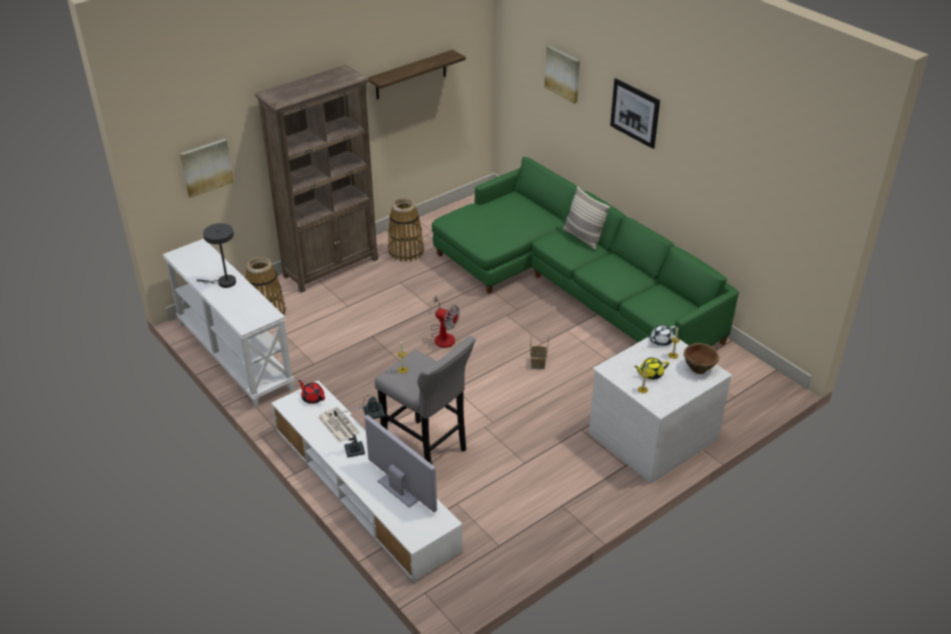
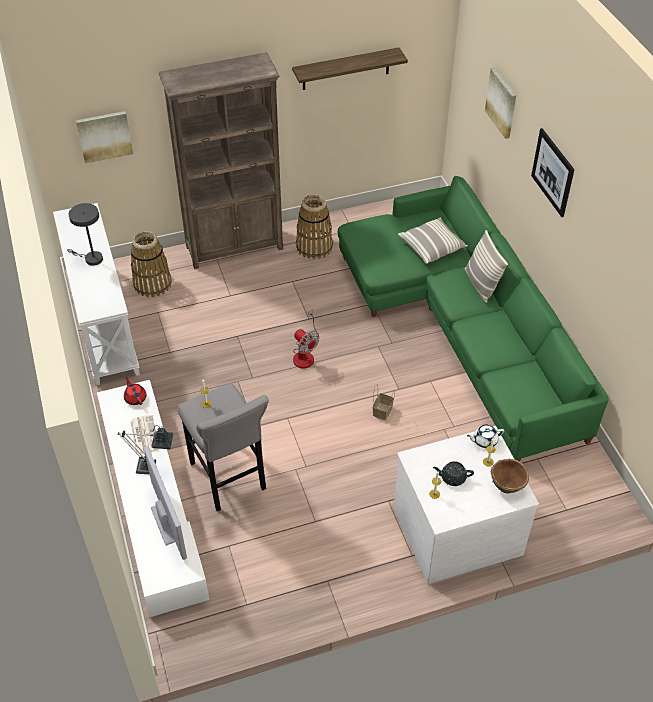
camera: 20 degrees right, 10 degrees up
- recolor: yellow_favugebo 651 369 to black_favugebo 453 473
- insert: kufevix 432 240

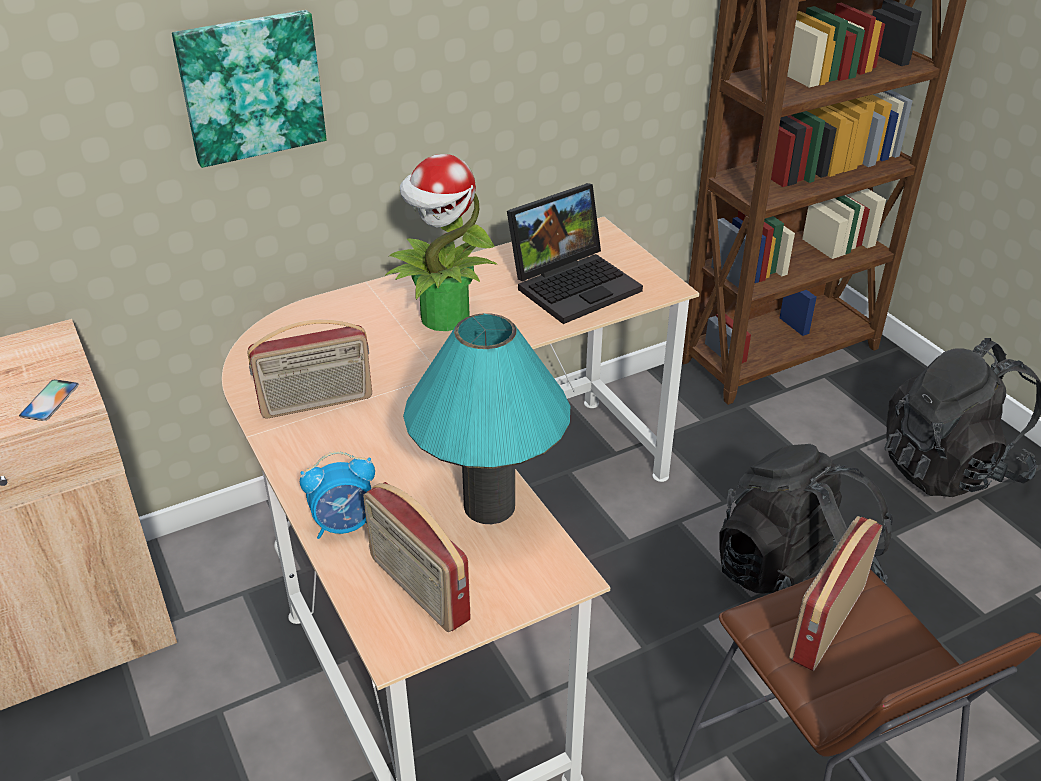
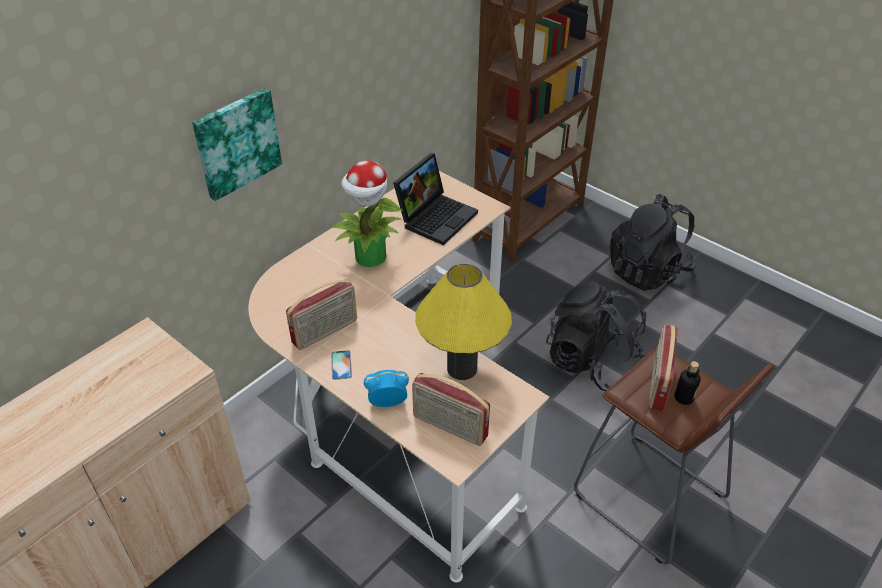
camera: 20 degrees left, 5 degrees up
- move: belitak 49 400 to 341 365
- rotate: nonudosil 337 495 = 386 388 150 degrees counterclockwise
- recolor: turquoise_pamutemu 486 418 to yellow_pamutemu 463 322
- insert: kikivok 688 383

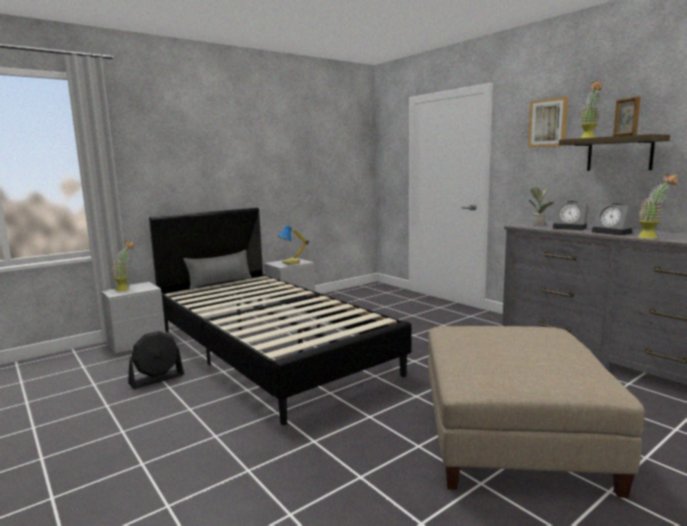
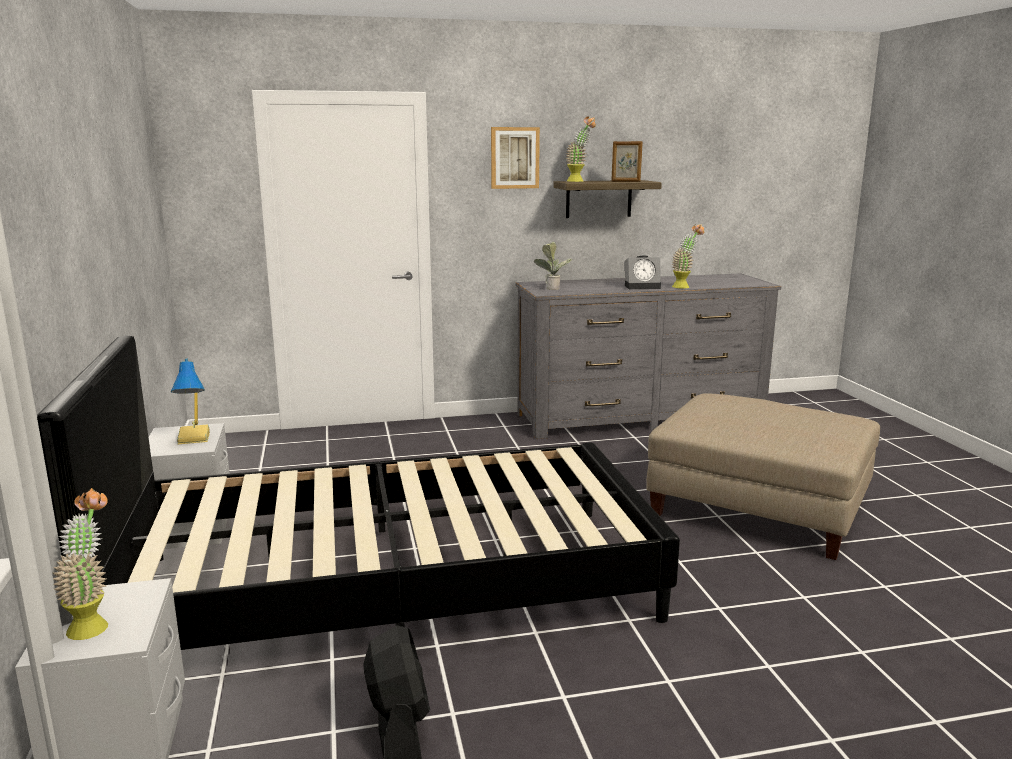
camera: 65 degrees left, 5 degrees up
- delete: grey_kufevix 217 270
- delete: nonudosil 571 215

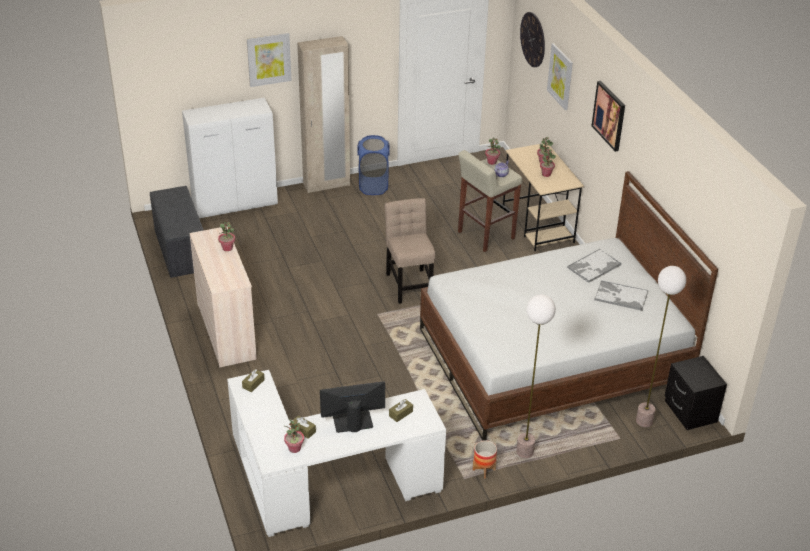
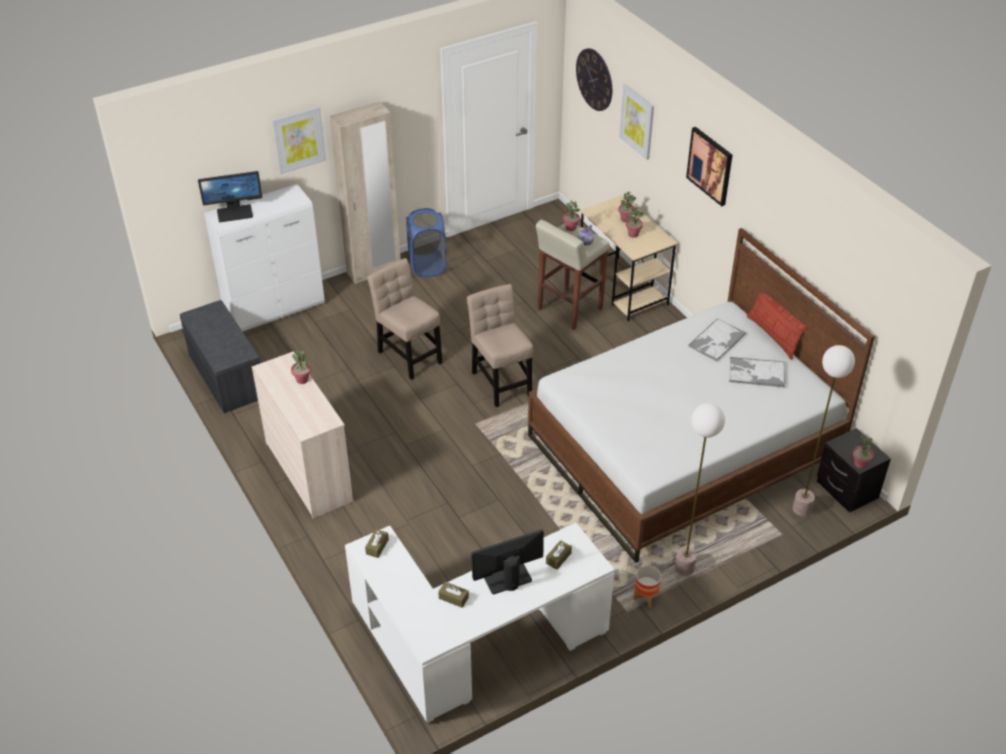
camera: 10 degrees left, 5 degrees up
- move: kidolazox 294 435 to 863 452
- insert: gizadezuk 230 196
- insert: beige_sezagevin 404 319
- insert: kufevix 777 326

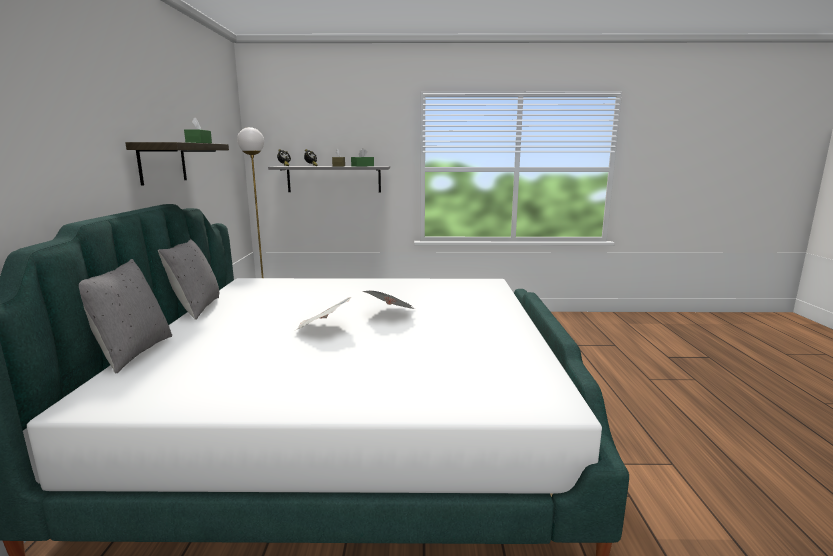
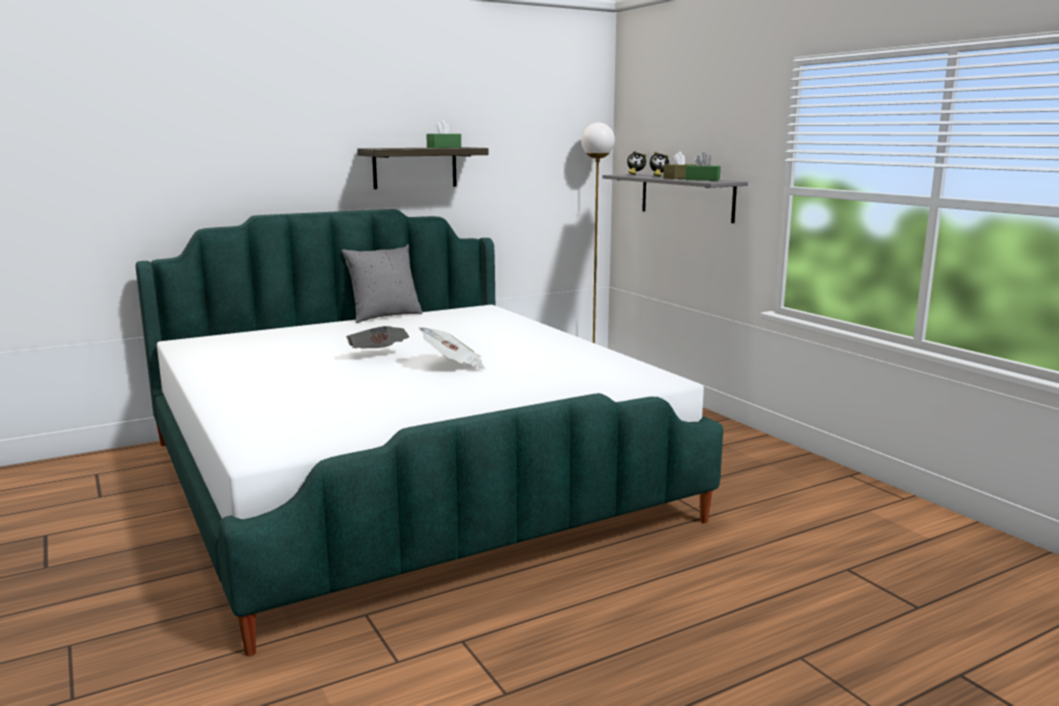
camera: 60 degrees right, 0 degrees up
- delete: grey_kufevix 125 316

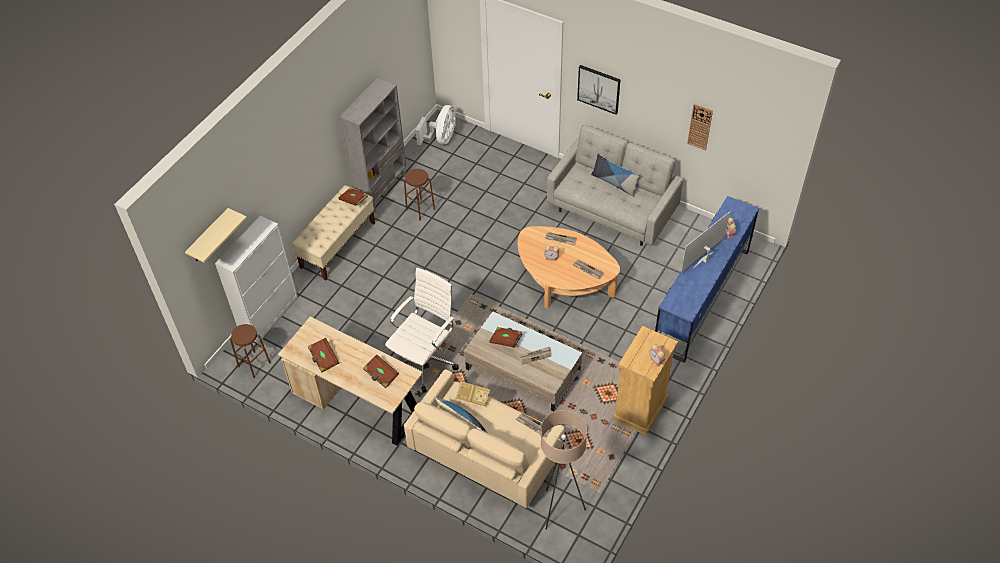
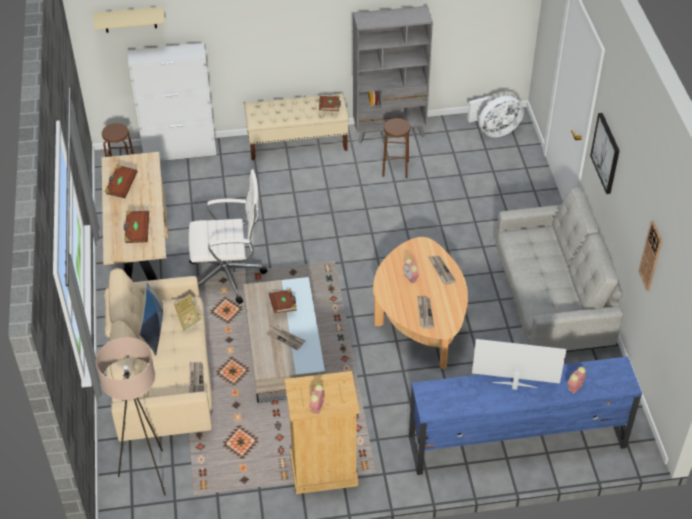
camera: 50 degrees right, 5 degrees down
- delete: kufevix 616 175

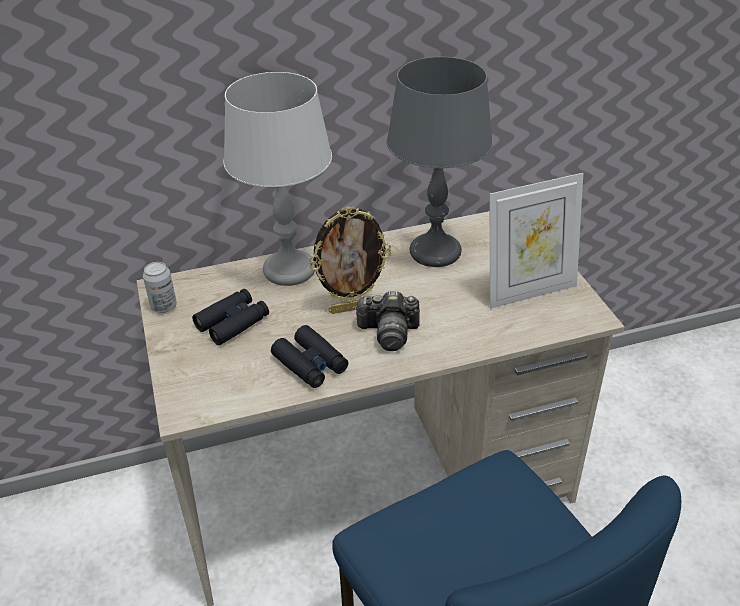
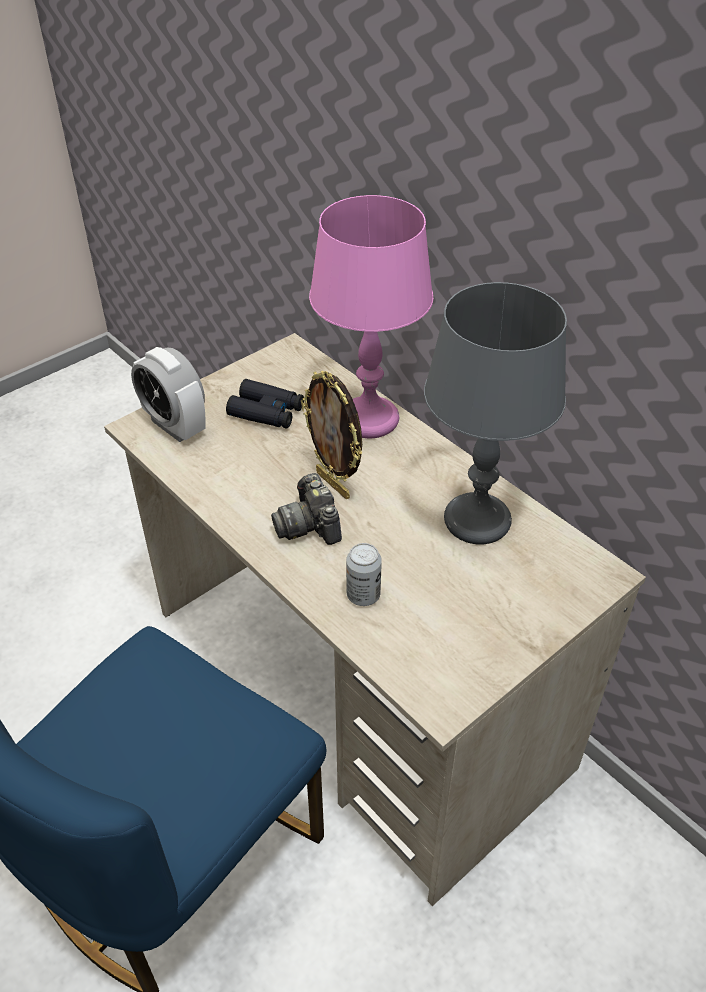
camera: 65 degrees right, 5 degrees up
- move: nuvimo 160 287 to 364 574
- recolor: grey_pamutemu 277 179 to pink_pamutemu 371 316
- delete: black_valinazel 309 356
- delete: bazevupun 536 241
- insert: nonudosil 168 394

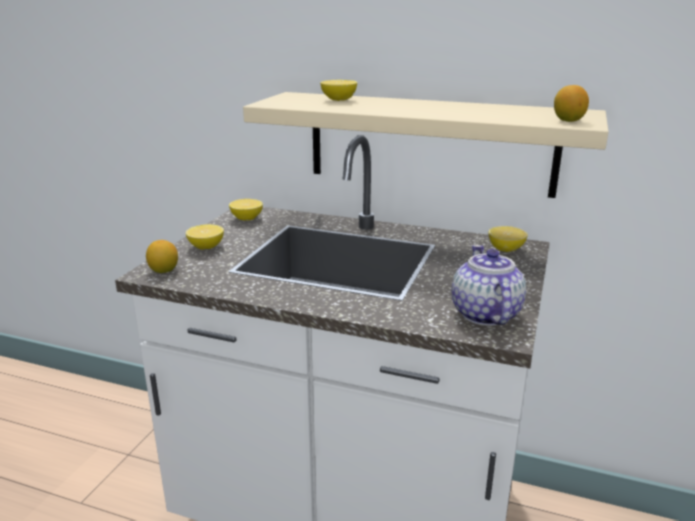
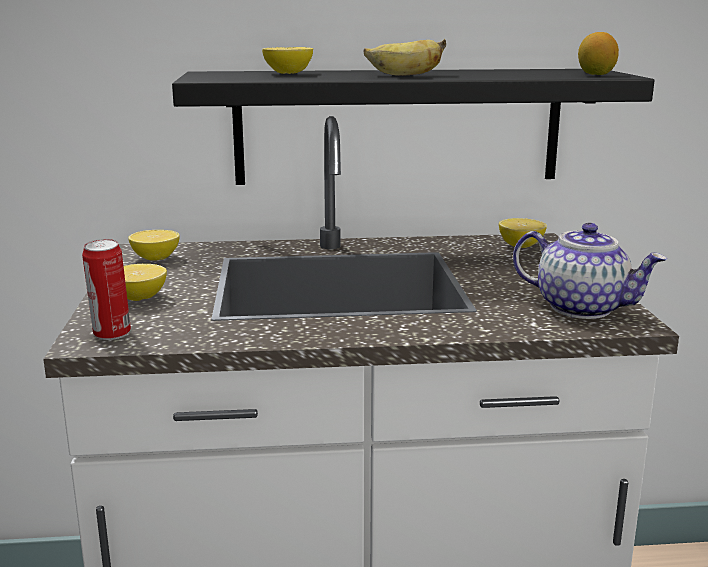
camera: 25 degrees left, 5 degrees down
- replace: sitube 162 256 to nuvimo 106 289
- recolor: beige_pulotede 425 145 to black_pulotede 413 127
- rotate: favugebo 489 285 = 590 271 150 degrees clockwise
- insert: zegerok 405 57

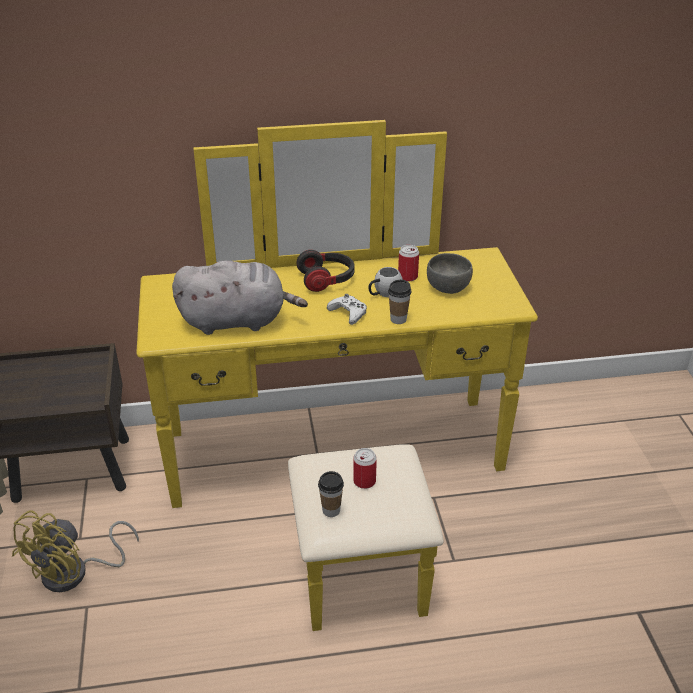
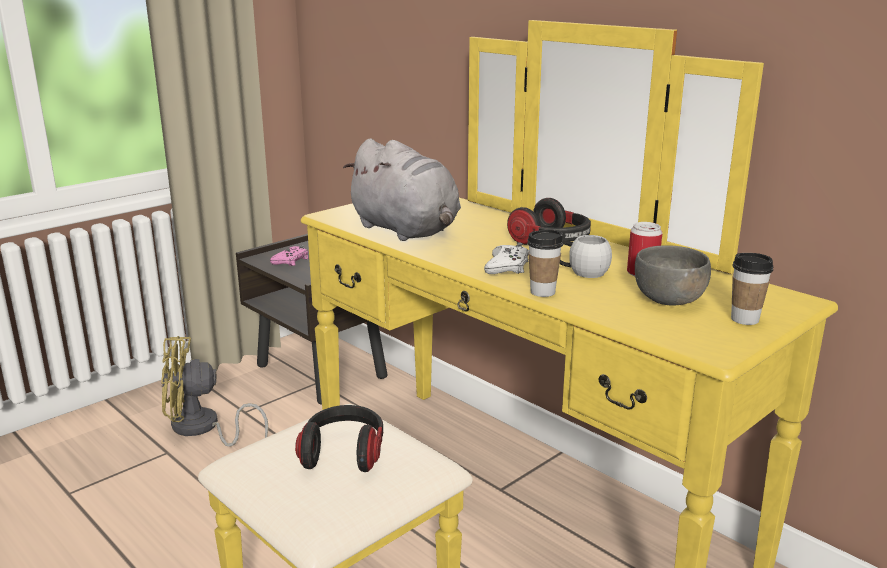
camera: 55 degrees right, 15 degrees down
- move: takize 331 494 to 752 289
- replace: nuvimo 365 468 to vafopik 339 438
- insert: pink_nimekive 289 255

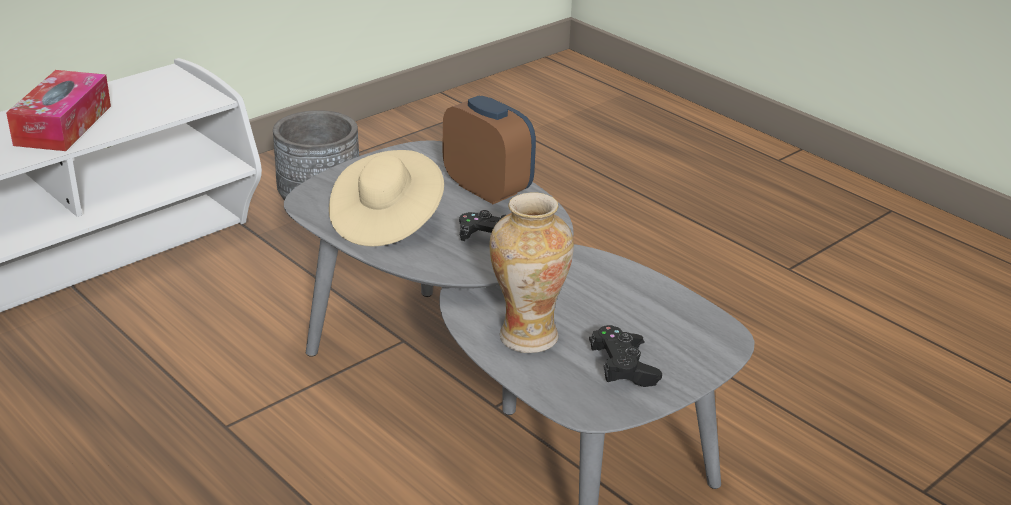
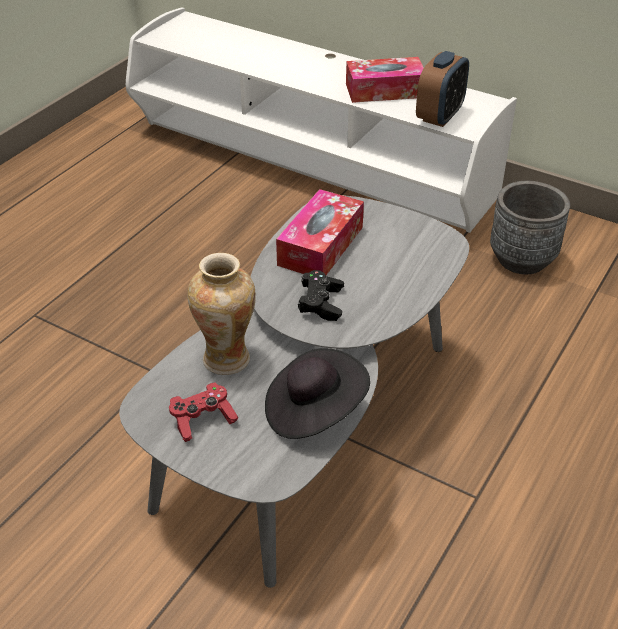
camera: 75 degrees right, 10 degrees up
- replace: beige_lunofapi 386 198 to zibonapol 320 232
- move: nonudosil 489 150 to 442 89
- recolor: black_nimekive 625 356 to red_nimekive 203 412
- insert: black_lunofapi 317 393

